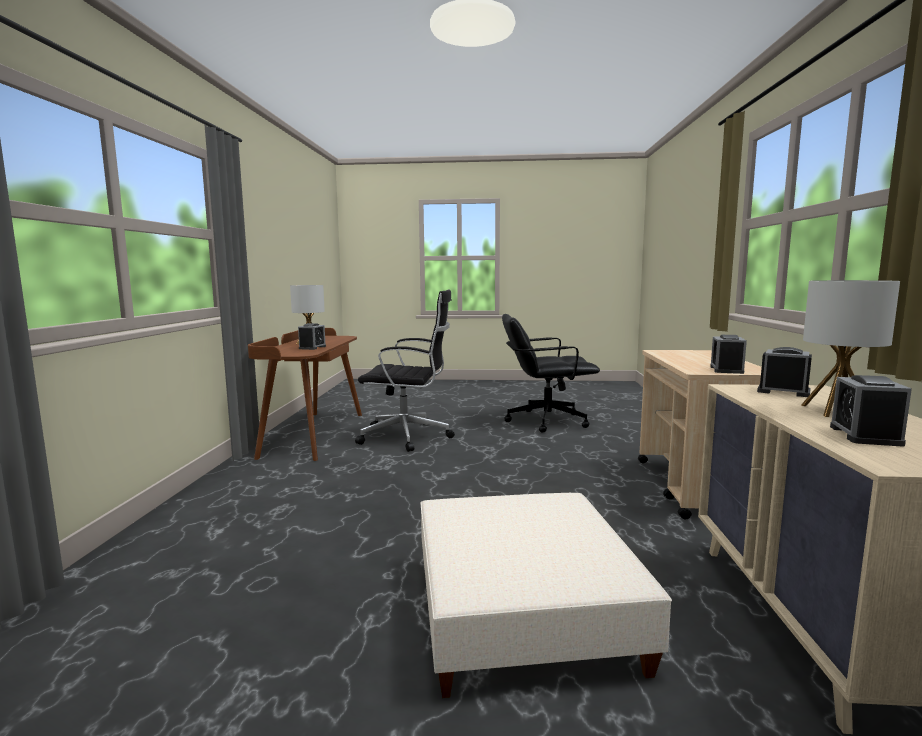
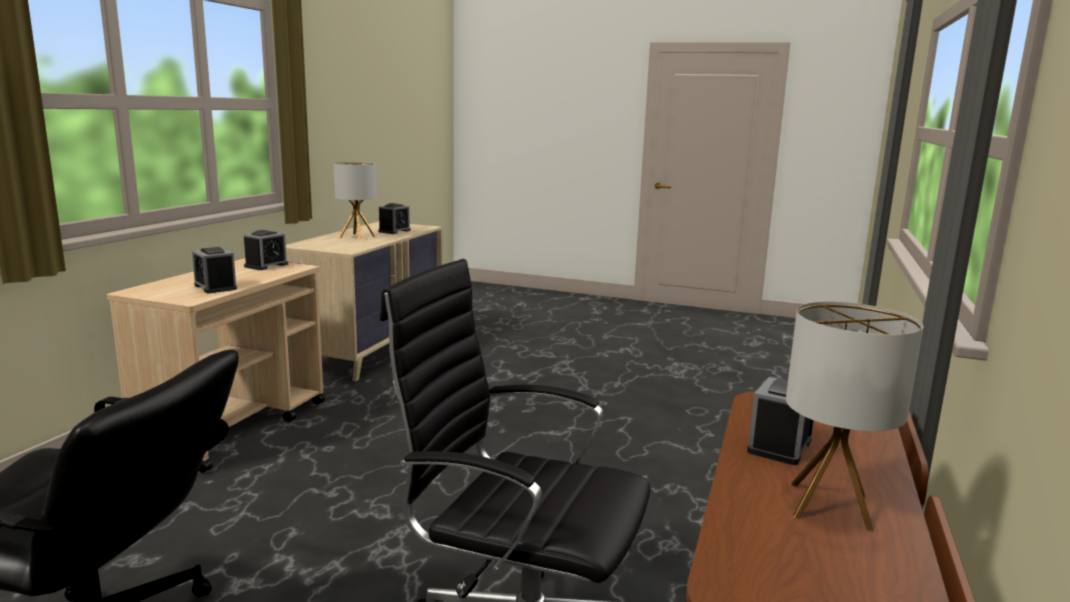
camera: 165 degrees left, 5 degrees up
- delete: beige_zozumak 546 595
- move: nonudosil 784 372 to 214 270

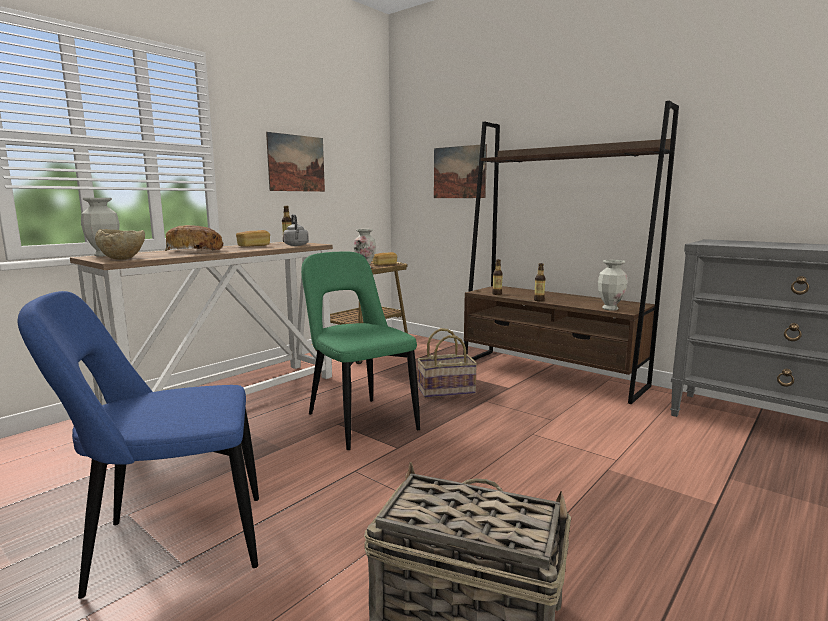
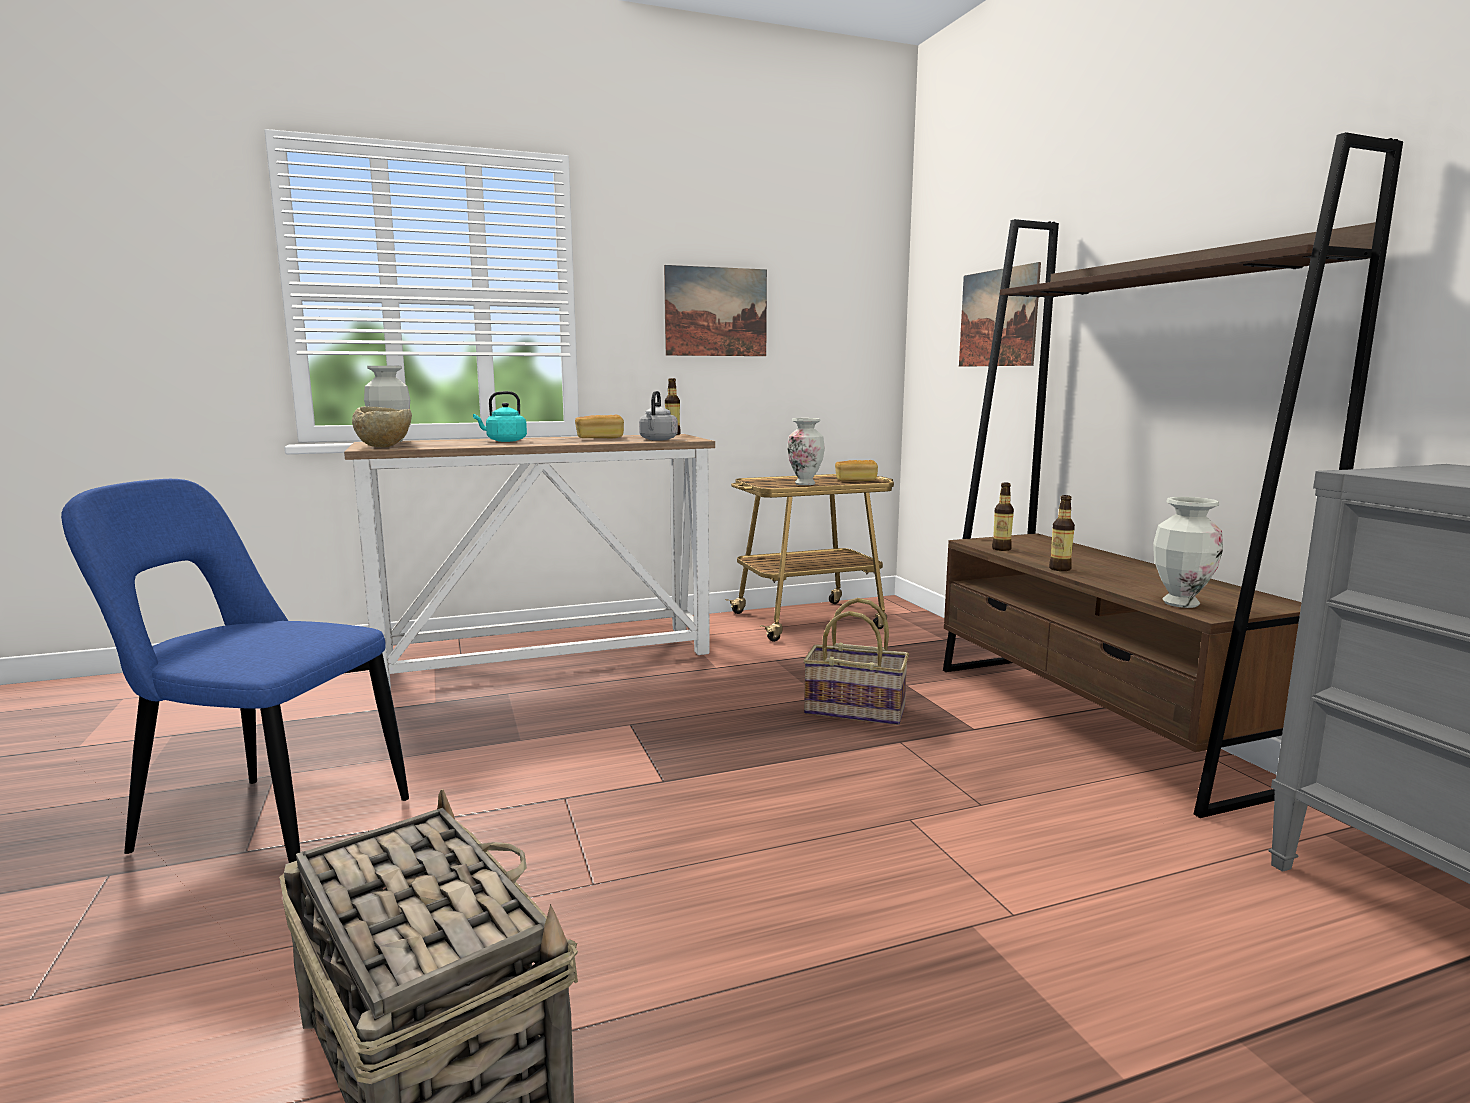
camera: 30 degrees right, 0 degrees up
- replace: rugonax 194 238 to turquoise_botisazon 500 416
- delete: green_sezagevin 360 351

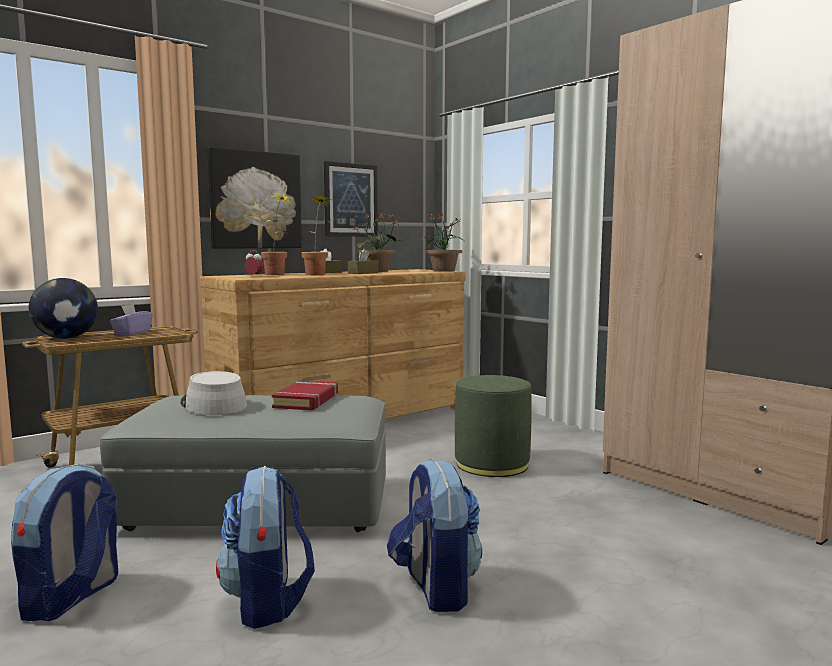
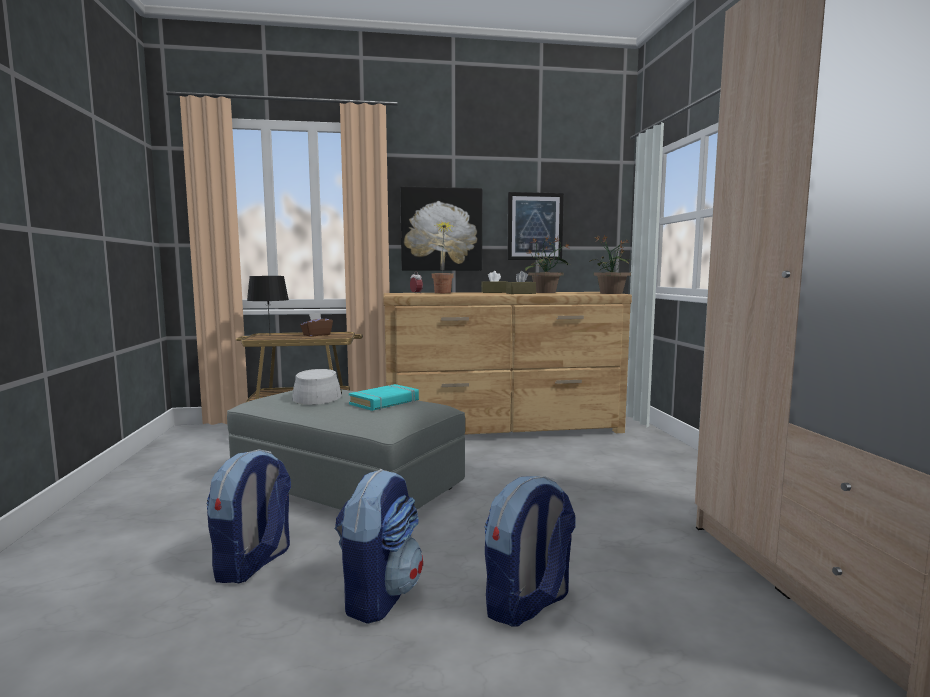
camera: 30 degrees right, 0 degrees up
- move: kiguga 64 542 to 530 551
- replace: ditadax 63 308 to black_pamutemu 268 304
- recolor: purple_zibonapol 131 319 to brown_zibonapol 316 324
- recolor: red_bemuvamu 305 395 to turquoise_bemuvamu 384 397
- delete: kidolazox 316 234
- delete: green_zozumak 493 426

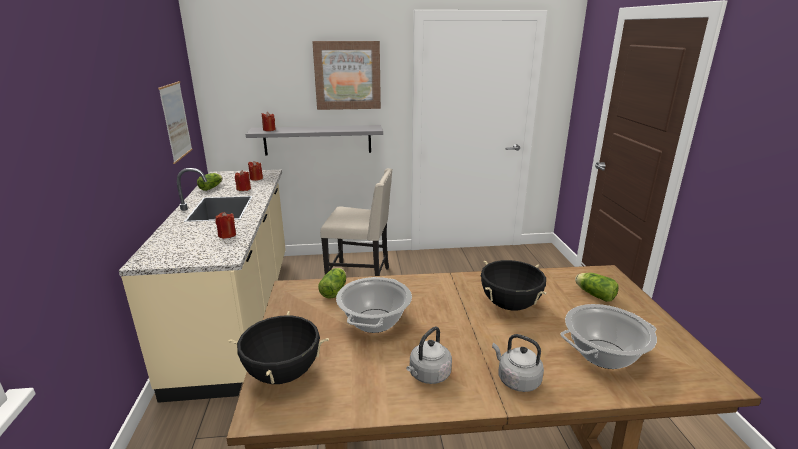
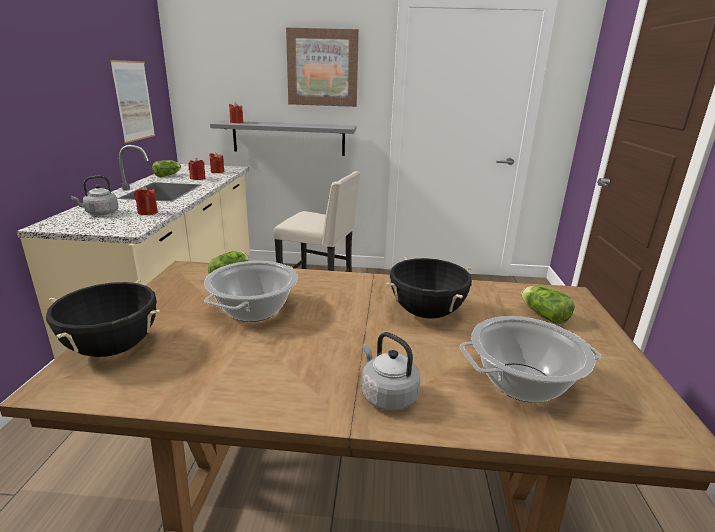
camera: 10 degrees right, 0 degrees up
- move: grey_botisazon 429 355 to 95 195

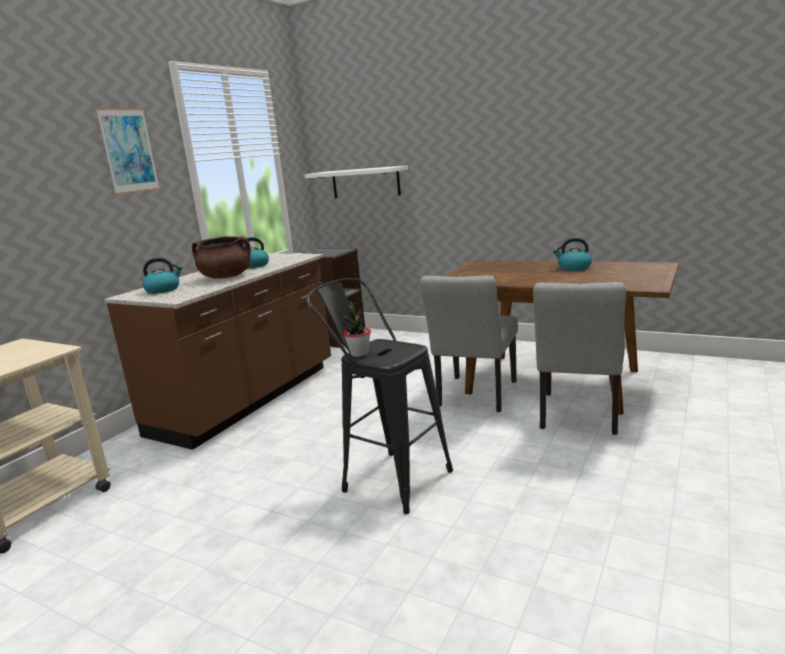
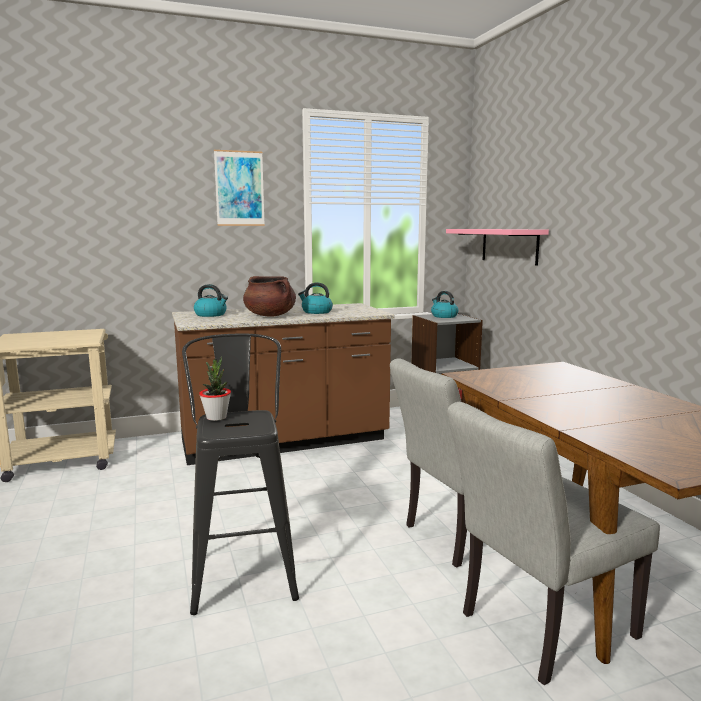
camera: 40 degrees right, 5 degrees down
- recolor: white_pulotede 356 181 to pink_pulotede 497 247
- move: botisazon 572 254 to 445 304

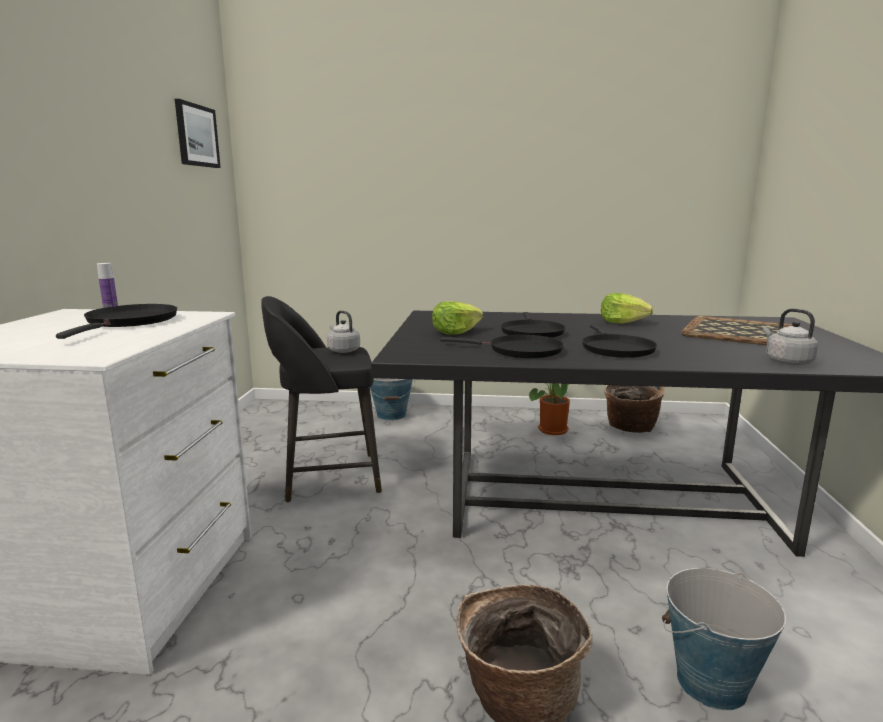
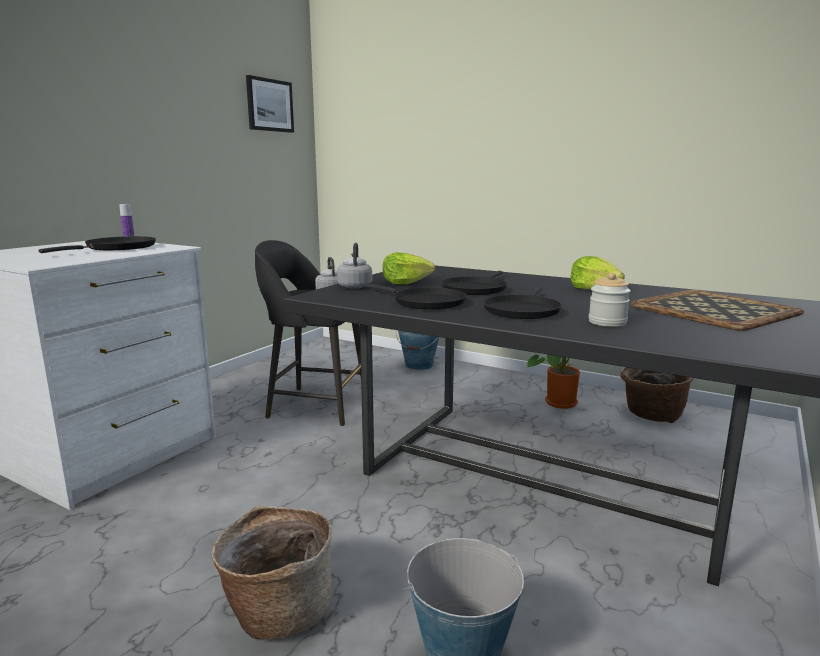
camera: 25 degrees right, 0 degrees up
- move: grey_botisazon 790 336 to 354 266
- insert: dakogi 610 300

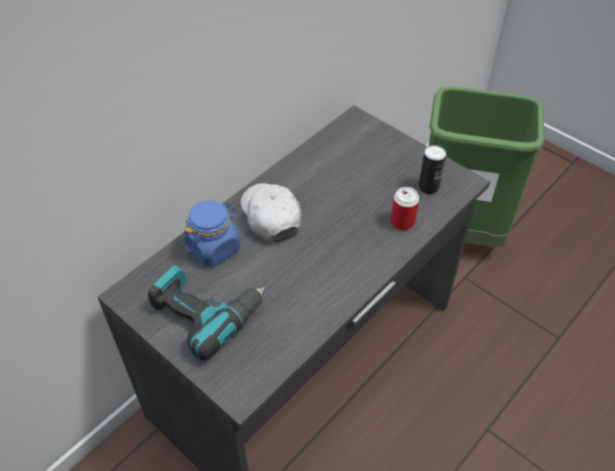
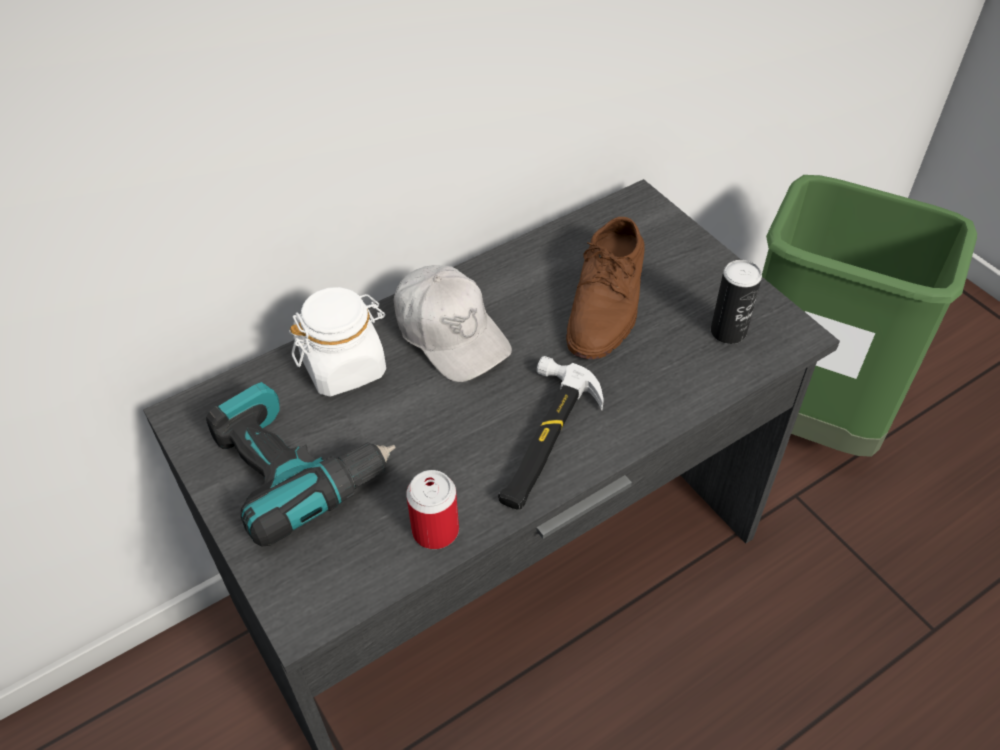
camera: 15 degrees right, 0 degrees up
- recolor: blue_dakogi 212 233 to white_dakogi 337 342
- rotate: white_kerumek 271 213 = 453 323 150 degrees clockwise
- move: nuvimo 405 208 to 432 509
- insert: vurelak 551 433
- insert: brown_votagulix 605 288

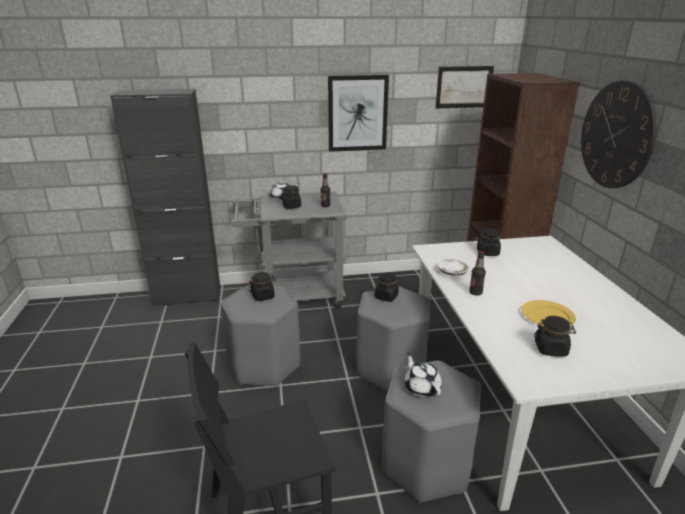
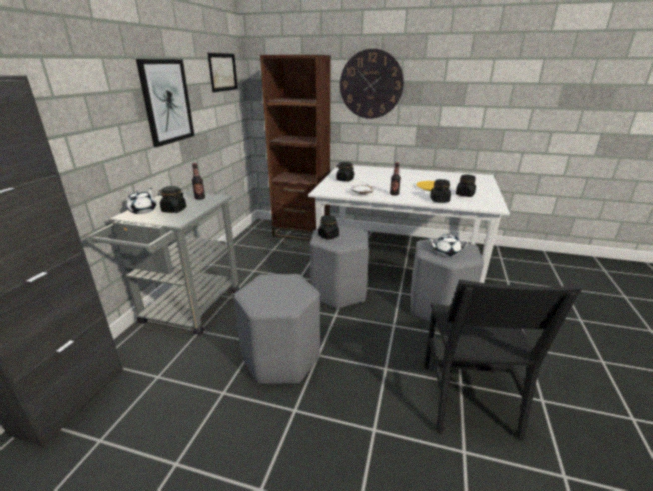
camera: 65 degrees left, 0 degrees up
- move: black_dakogi 262 286 to 440 191

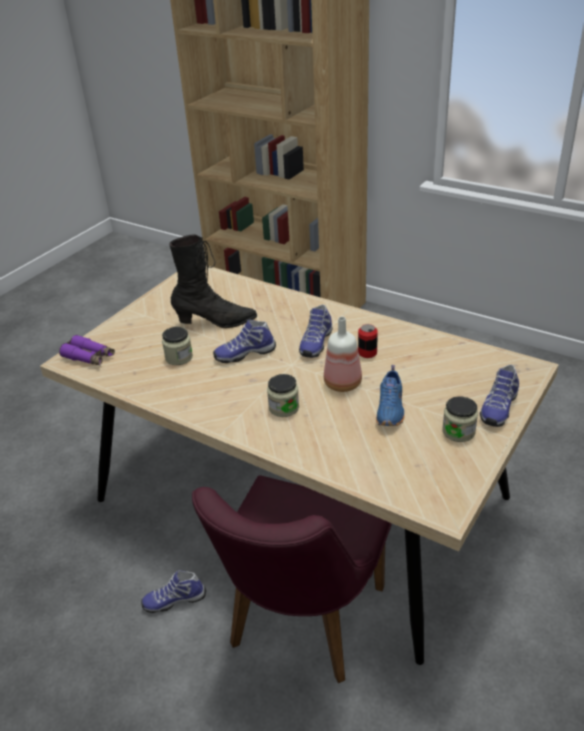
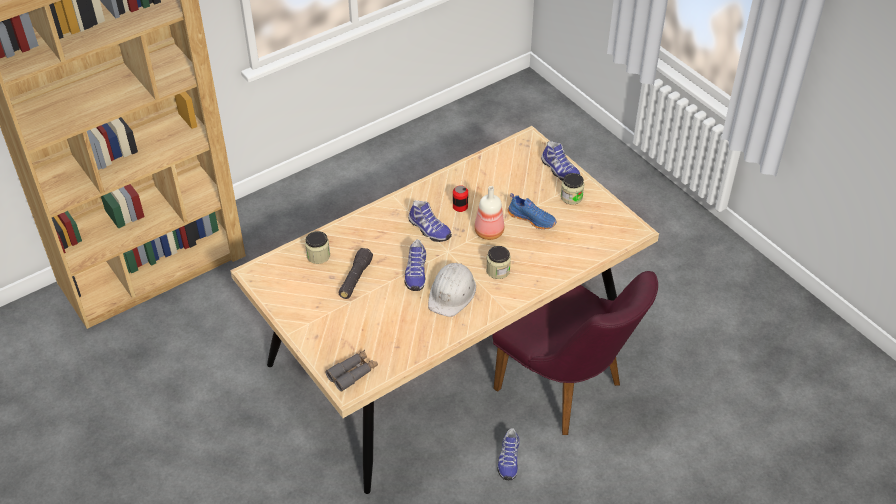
camera: 70 degrees left, 10 degrees up
- recolor: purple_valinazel 87 350 to grey_valinazel 351 370
- move: dakogi 177 346 to 317 247
- replace: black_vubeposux 213 281 to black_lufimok 356 273
- insert: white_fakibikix 452 290

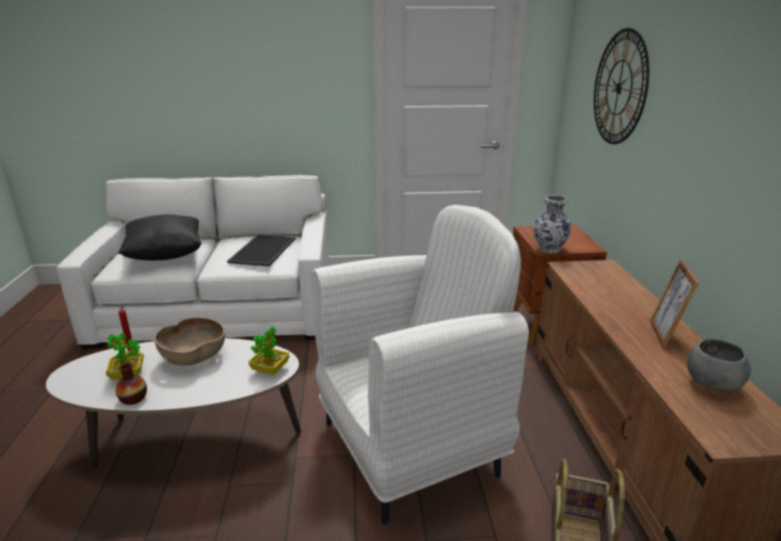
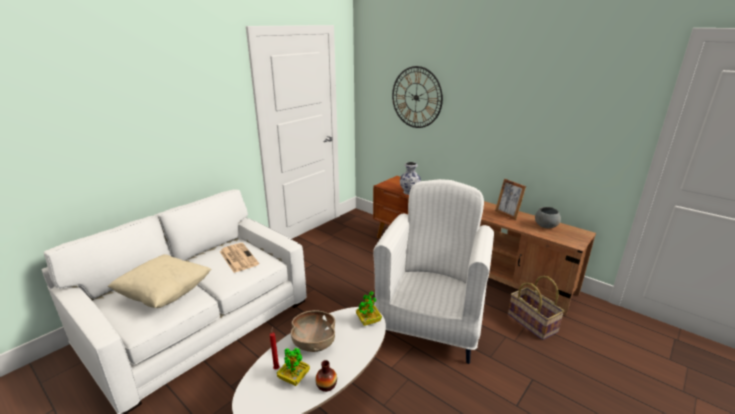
camera: 45 degrees left, 0 degrees up
- recolor: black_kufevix 159 237 to beige_kufevix 159 281
- replace: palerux 261 250 to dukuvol 239 258

